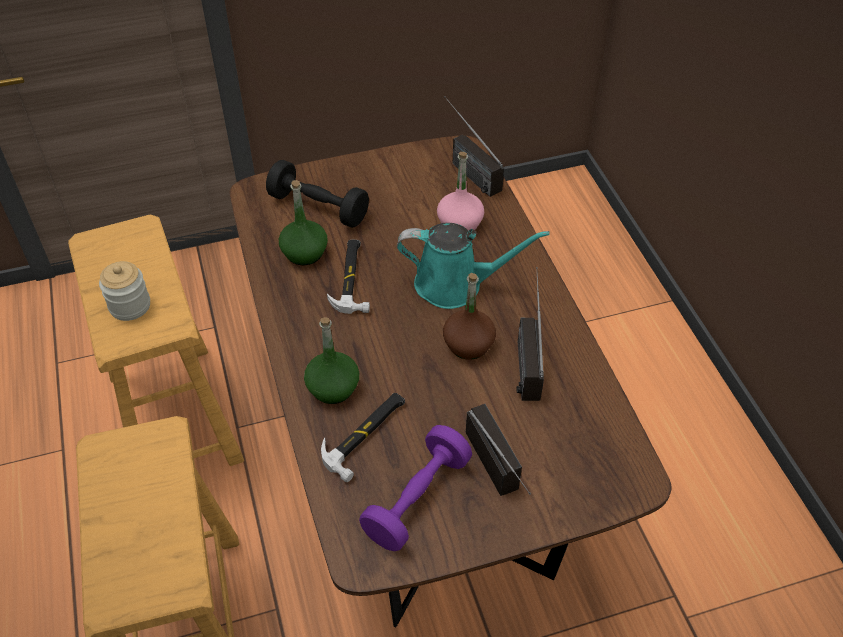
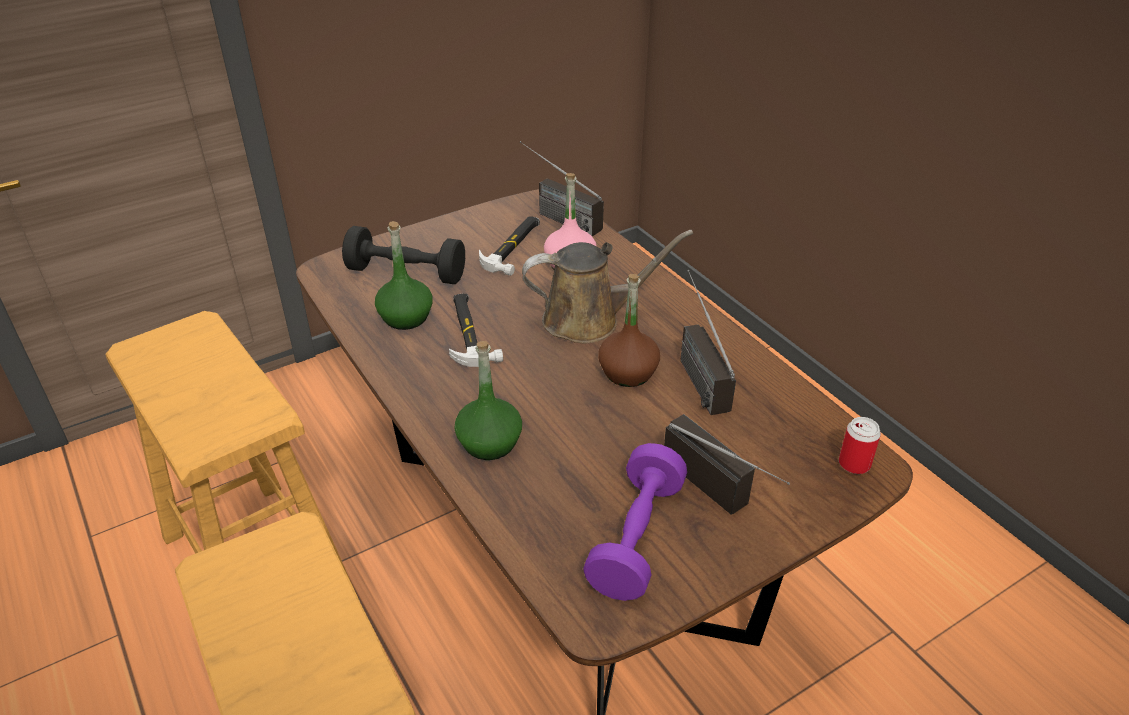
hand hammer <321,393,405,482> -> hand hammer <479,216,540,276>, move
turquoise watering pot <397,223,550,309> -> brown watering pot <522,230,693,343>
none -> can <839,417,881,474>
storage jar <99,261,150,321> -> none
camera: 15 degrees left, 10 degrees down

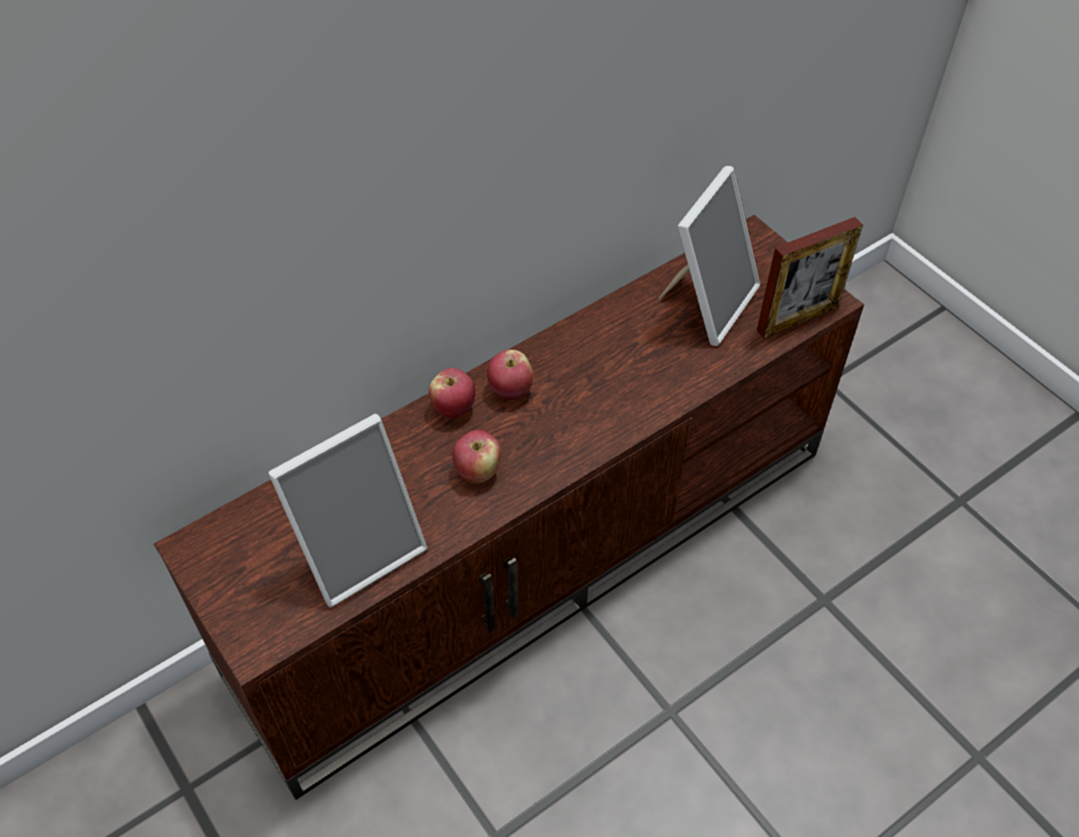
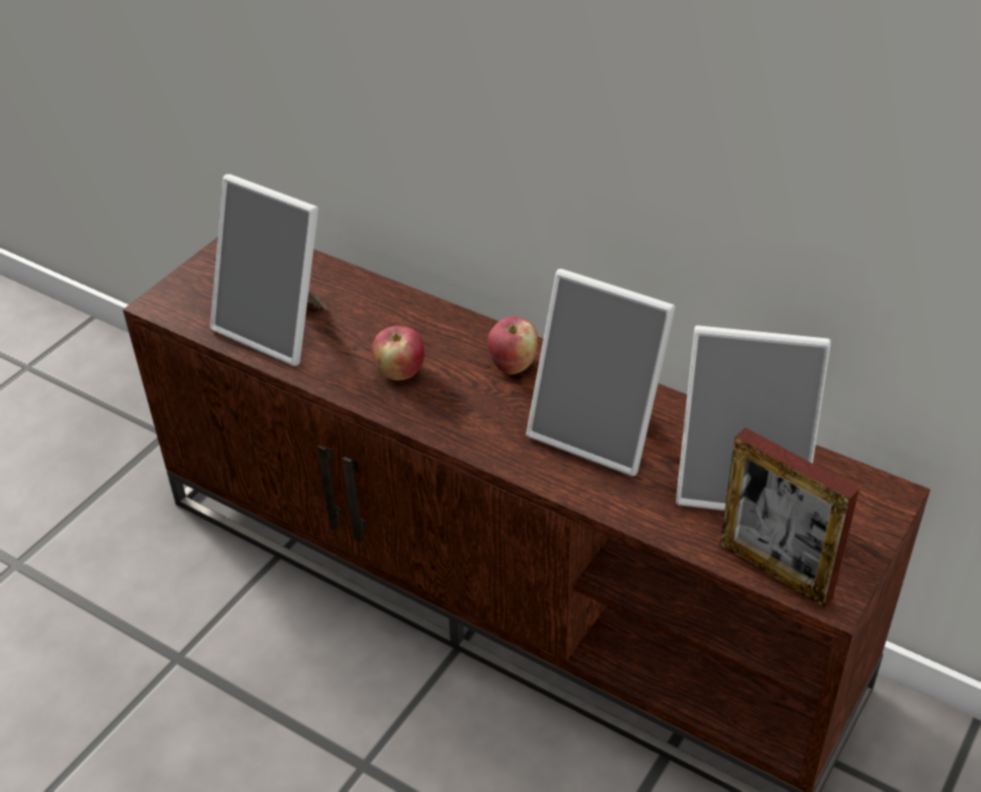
none -> picture frame <526,269,675,476>
whole apple <429,368,476,419> -> none
camera: 70 degrees right, 10 degrees down

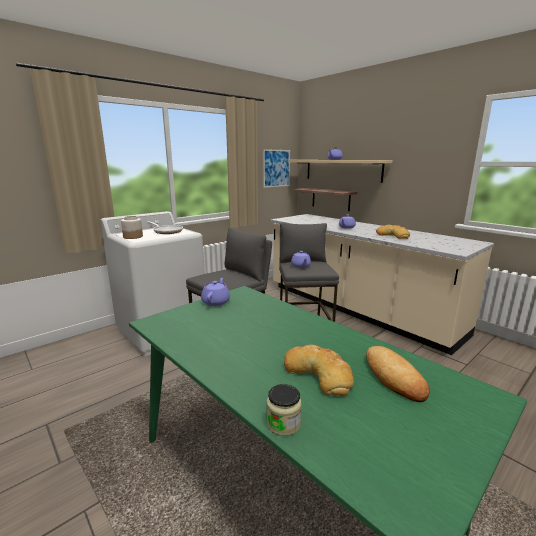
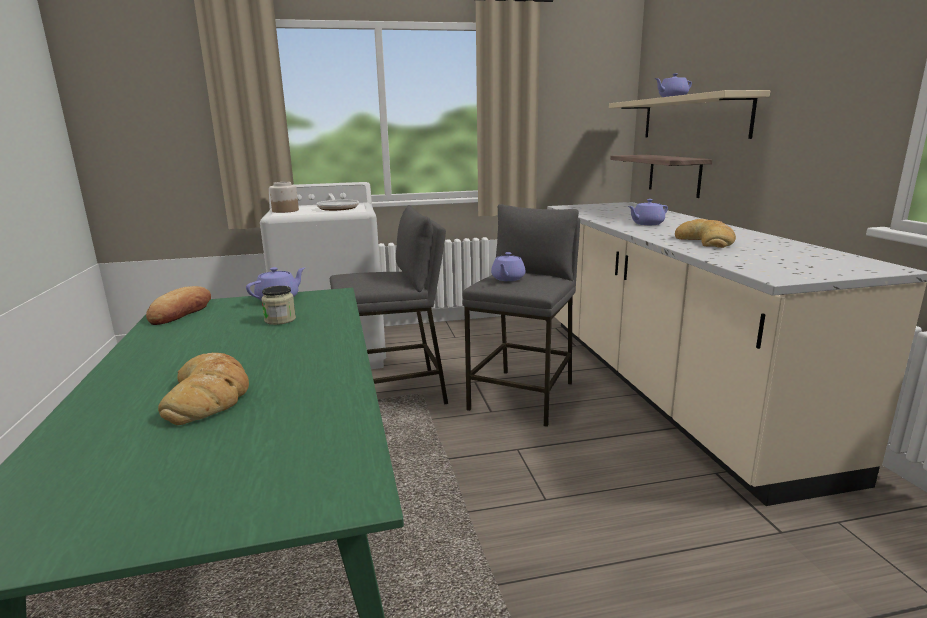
baked bread <366,346,430,402> -> baked bread <146,286,211,325>, move
storage jar <267,384,301,436> -> storage jar <261,286,296,325>, move
picture <263,149,290,188> -> none
camera: 30 degrees right, 0 degrees up

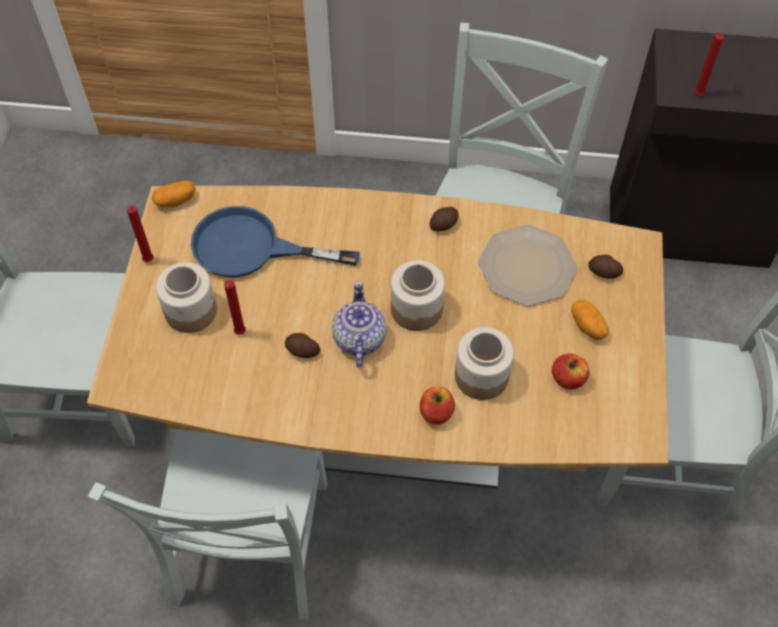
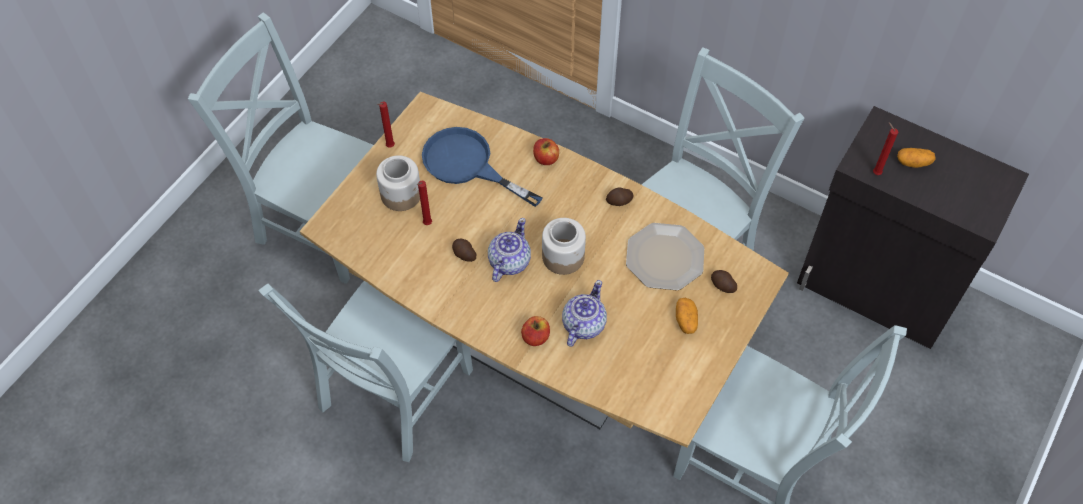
whole apple <552,353,589,390> -> whole apple <533,138,559,165>, move
storage jar <455,327,514,400> -> pot for tea <562,280,607,347>
whole potato <152,181,196,207> -> whole potato <897,148,935,168>, move
camera: 25 degrees right, 0 degrees up

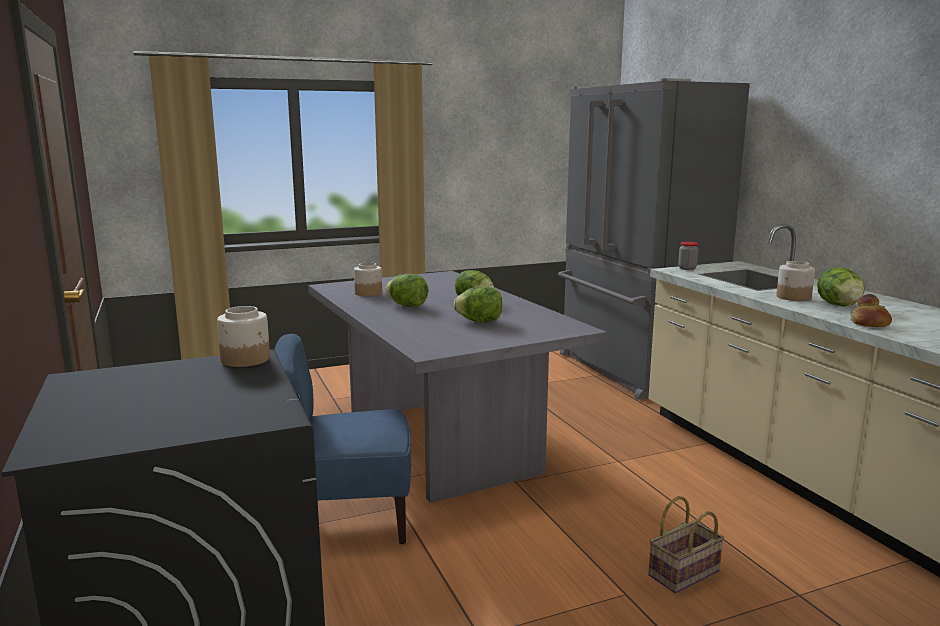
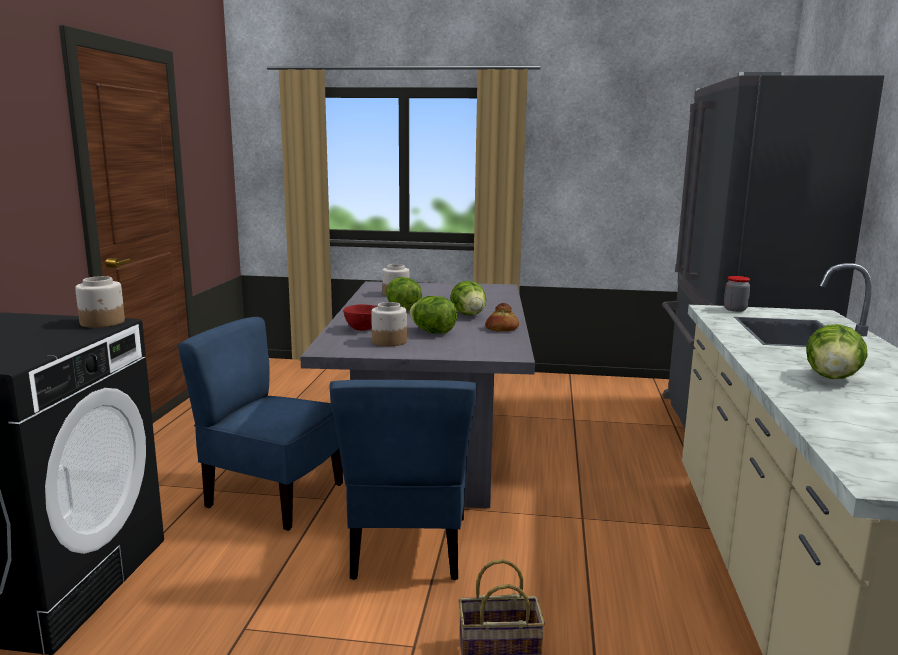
none -> blue-coloured upright chair <329,380,477,580>
none -> red bowl <343,304,378,331>
storage jar <776,261,815,301> -> storage jar <371,302,407,346>, move
baked bread <851,294,892,327> -> baked bread <485,303,519,332>, move
camera: 30 degrees right, 0 degrees up

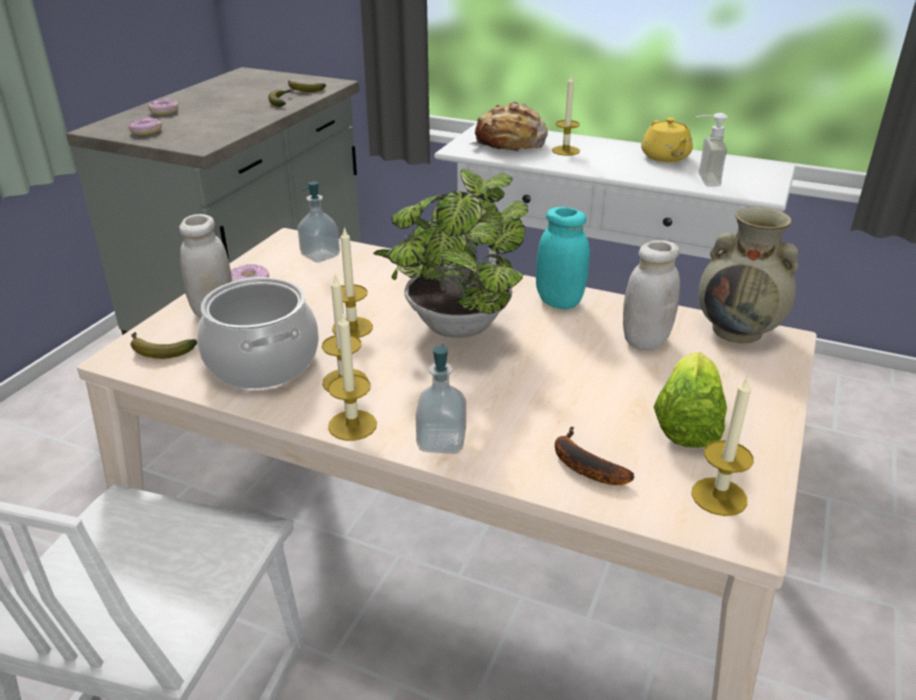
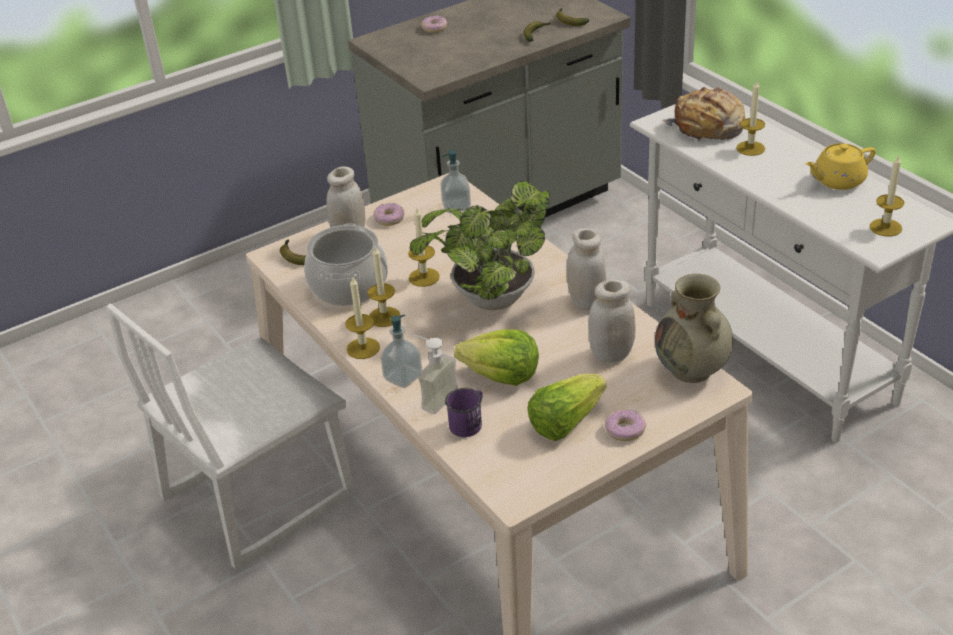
soap dispenser <696,113,728,187> -> soap dispenser <412,335,458,414>, move
whole banana <555,426,634,485> -> purple tea mug <445,388,483,437>
none -> lettuce <454,329,539,386>
turquoise storage jar <536,207,590,309> -> white-coloured storage jar <567,228,606,310>
ring doughnut <128,117,162,135> -> ring doughnut <605,410,646,441>, move
yellow pot for tea <641,117,693,162> -> yellow pot for tea <805,143,876,190>, 45 degrees clockwise
wax candle <691,375,754,516> -> wax candle <870,154,904,237>, move
camera: 35 degrees right, 5 degrees up

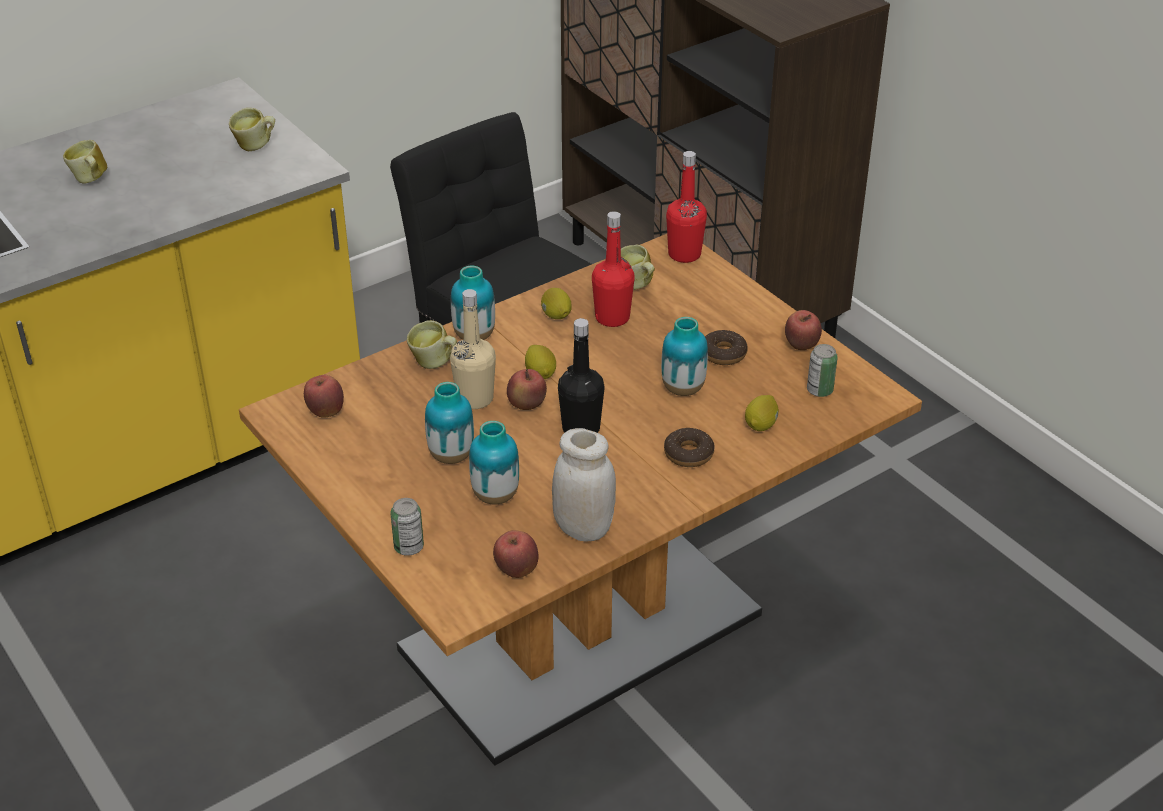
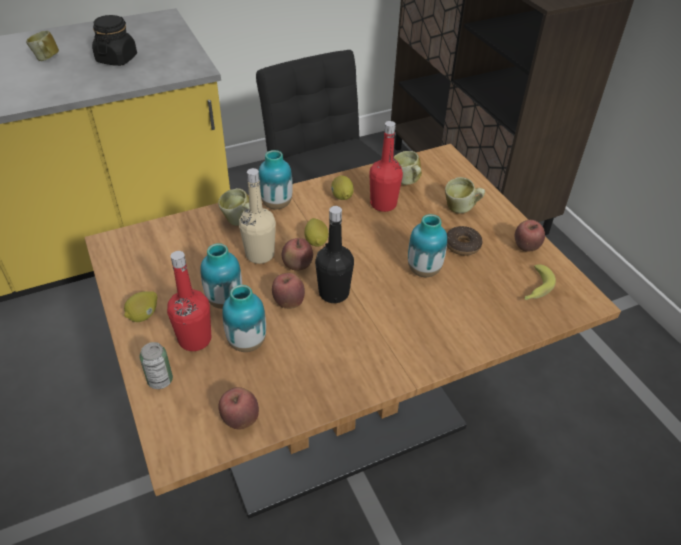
none -> black-coloured storage jar <92,15,137,66>
lemon <745,395,779,431> -> lemon <124,291,157,322>, move
red bottle <666,151,707,263> -> red bottle <167,251,211,351>, move
whole apple <304,375,344,418> -> whole apple <272,273,305,309>, move
tea mug <229,108,275,151> -> tea mug <445,177,485,213>, move
can <807,344,838,397> -> whole banana <525,264,556,300>
white-coloured storage jar <552,428,616,542> -> none
ring doughnut <664,428,715,467> -> none
camera: 10 degrees right, 5 degrees up

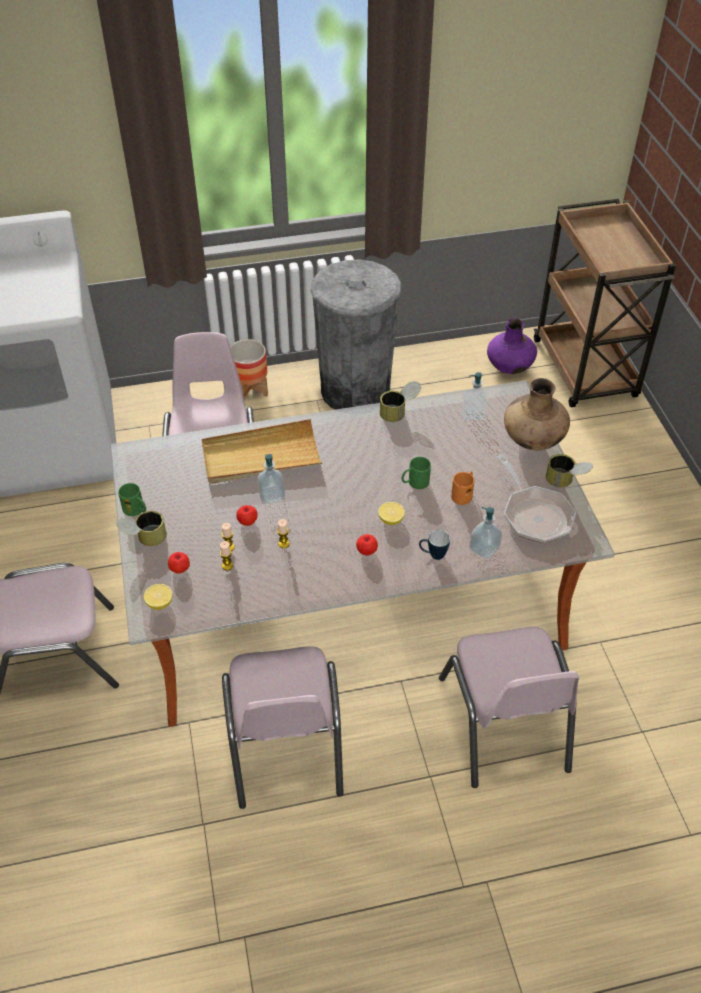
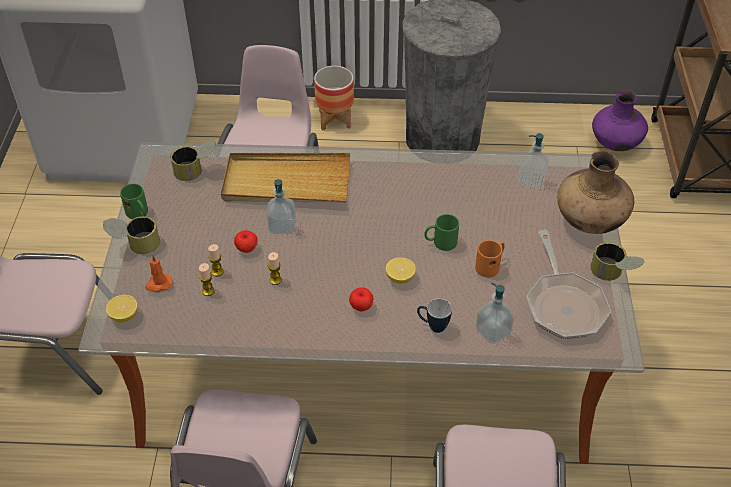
whole apple <168,552,190,573> -> orangey wax candle <145,254,173,292>
can <380,381,421,422> -> can <170,140,216,181>, move
camera: 15 degrees right, 0 degrees up

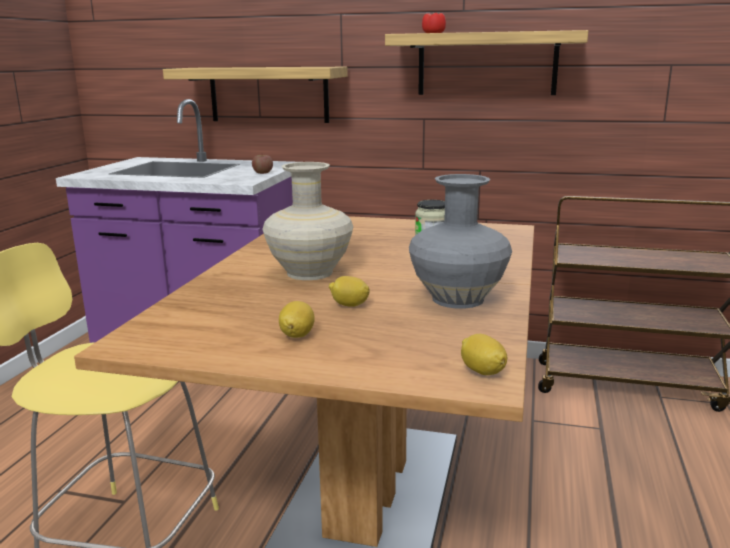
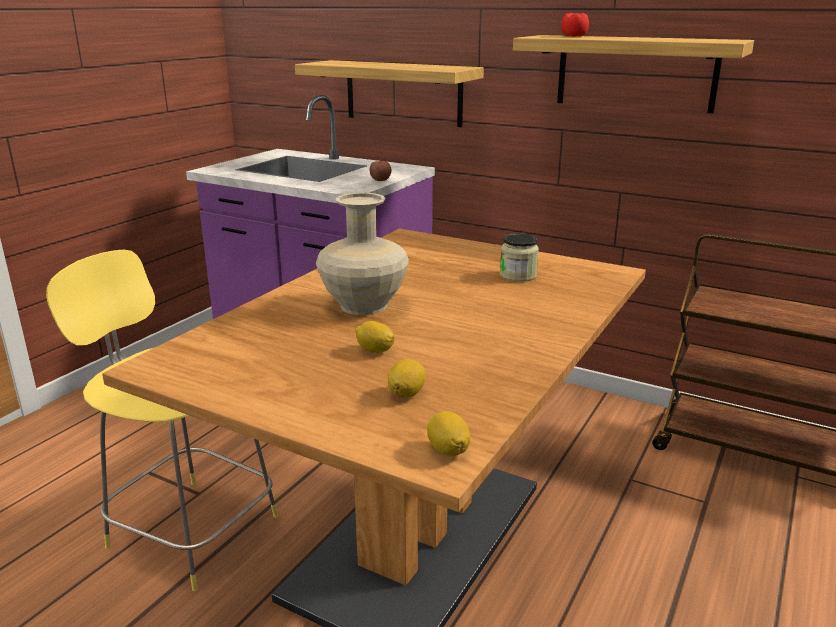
lemon <279,301,315,338> -> lemon <388,359,426,397>, move
grey flower vase <409,174,512,309> -> none
camera: 15 degrees right, 5 degrees up

